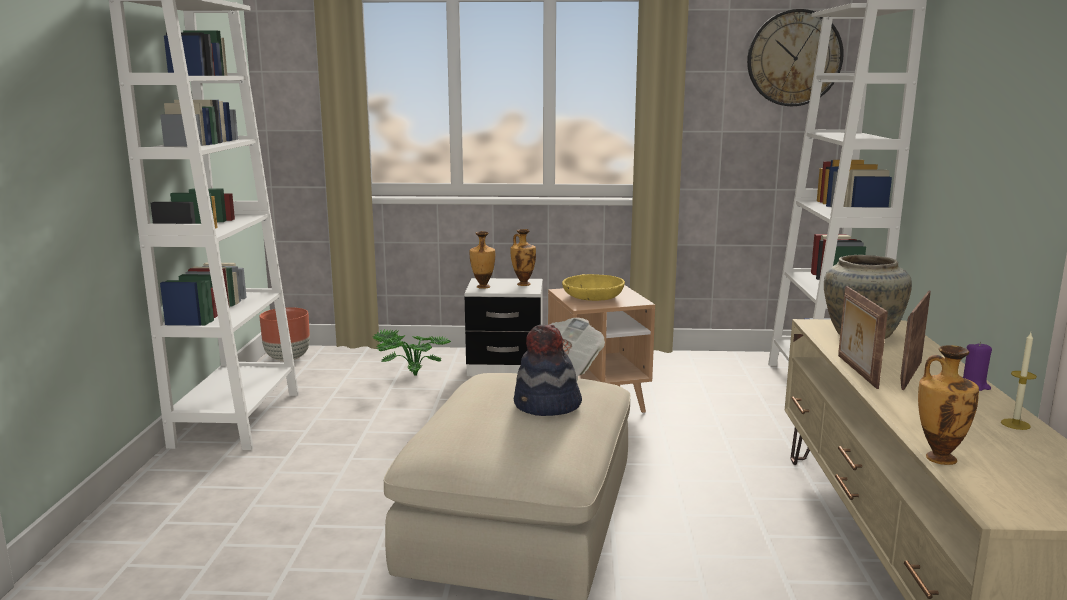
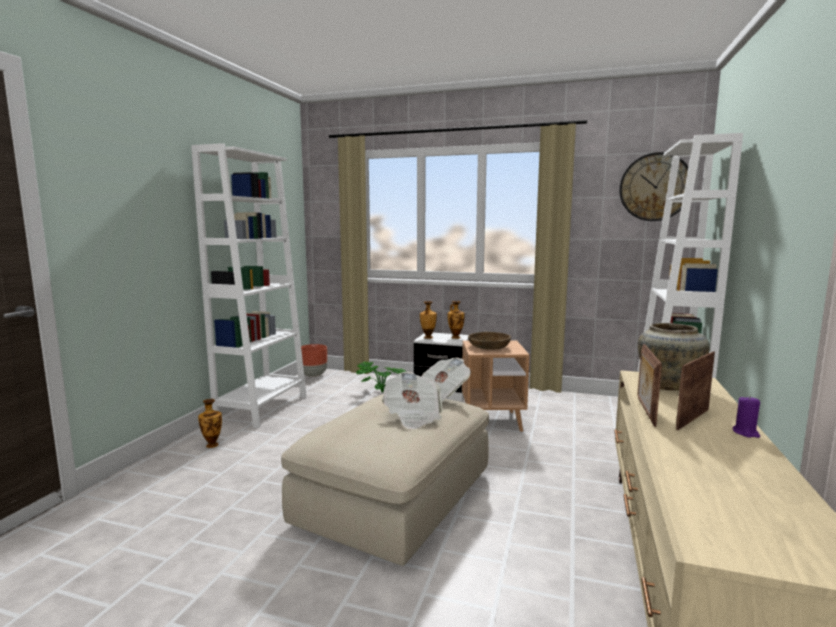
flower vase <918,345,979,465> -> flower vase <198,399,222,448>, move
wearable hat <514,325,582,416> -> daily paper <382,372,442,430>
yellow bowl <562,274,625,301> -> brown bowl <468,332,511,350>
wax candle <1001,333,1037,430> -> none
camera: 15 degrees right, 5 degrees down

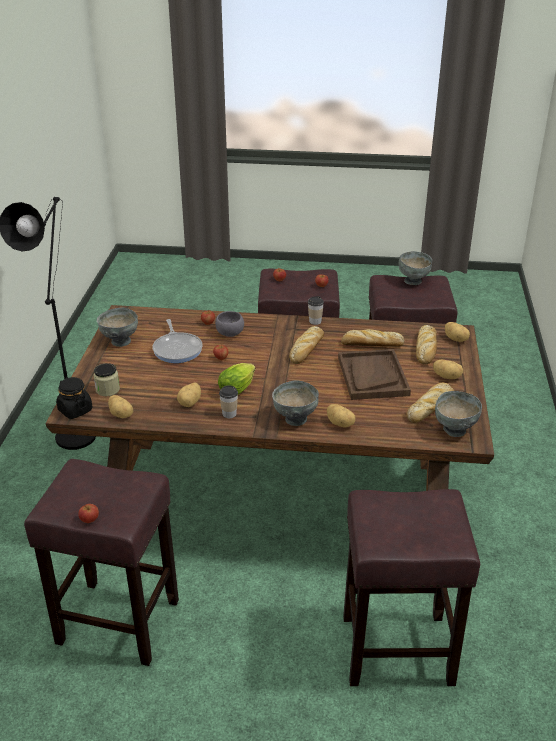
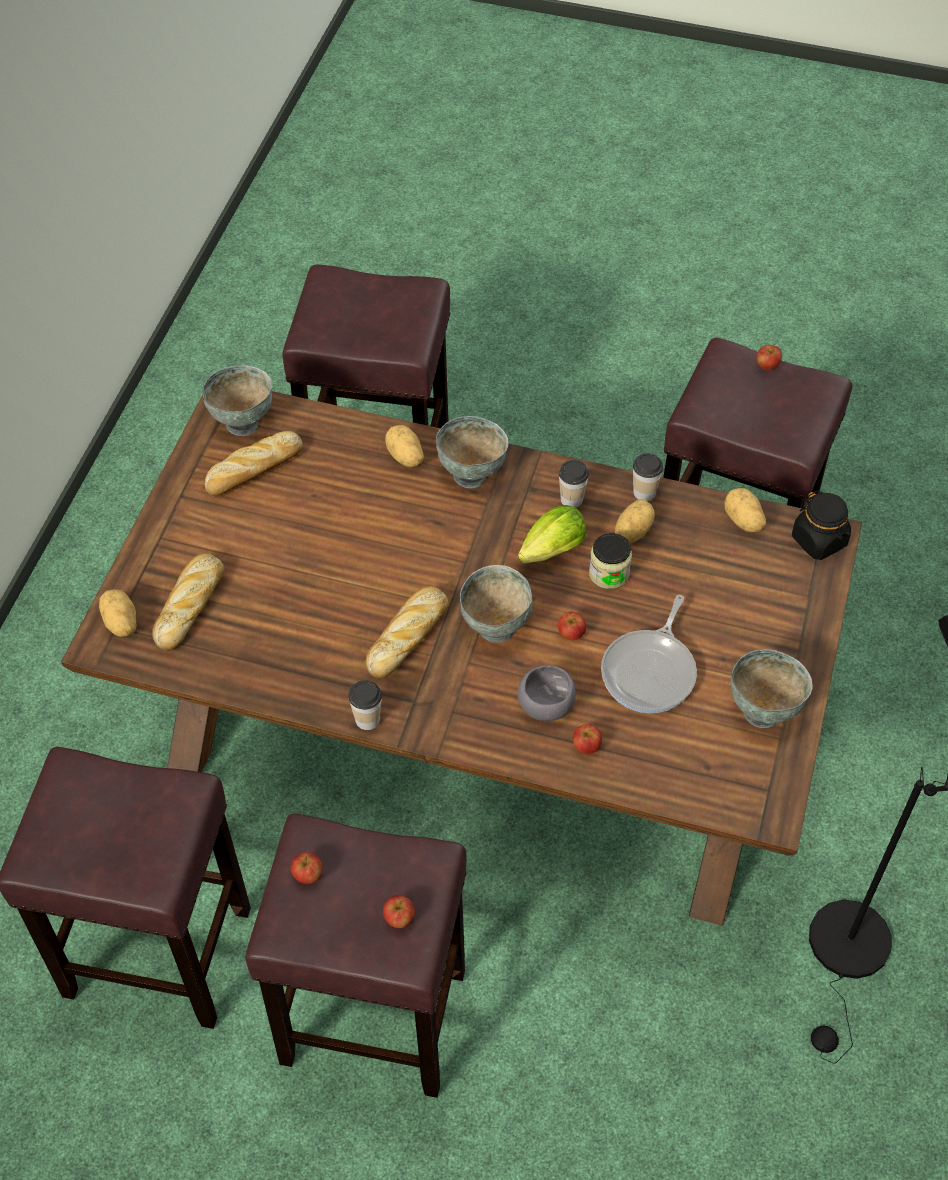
grey bowl <398,251,432,285> -> grey bowl <460,565,533,643>, move
storage jar <94,363,120,396> -> storage jar <589,533,632,589>, move
pan <152,319,203,363> -> pan <601,595,697,713>, 150 degrees counterclockwise
none -> drinking cup <633,453,663,501>
brown tray <338,349,411,400> -> none
baked bread <341,329,404,347> -> none
whole potato <433,360,463,379> -> none
camera: 170 degrees left, 20 degrees up

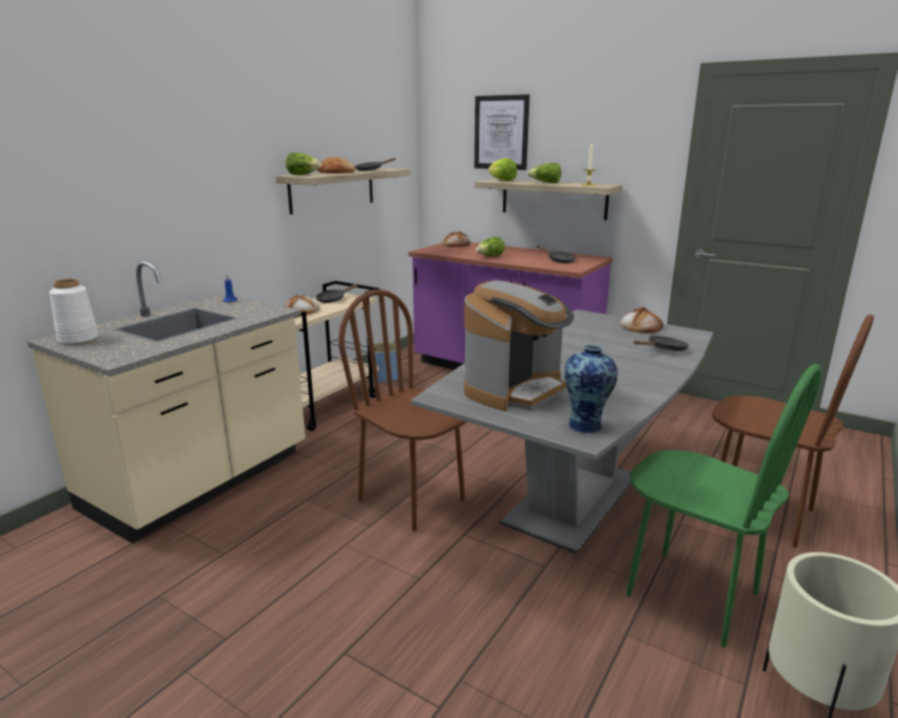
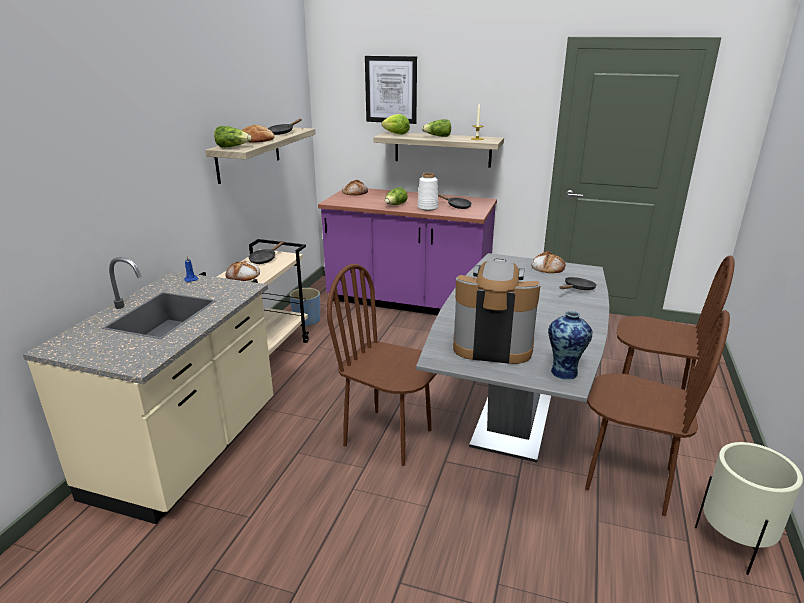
white-coloured flower vase <49,279,99,345> -> white-coloured flower vase <418,173,438,211>, move
coffee machine <464,280,574,411> -> coffee machine <453,259,541,364>, 105 degrees counterclockwise
green-coloured upright chair <626,364,822,648> -> brown upright chair <585,310,730,516>
camera: 15 degrees left, 5 degrees up

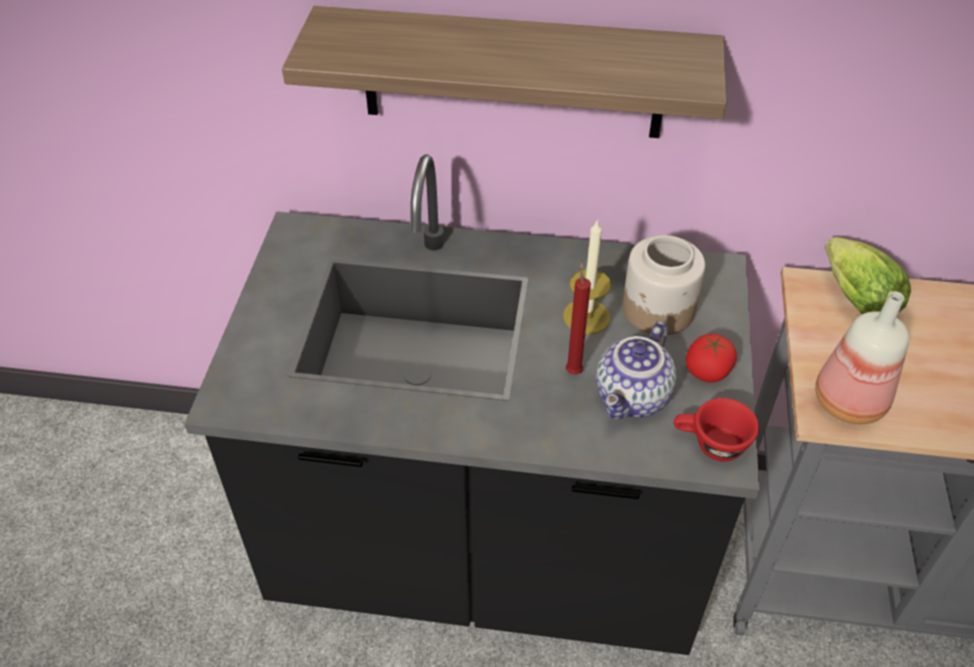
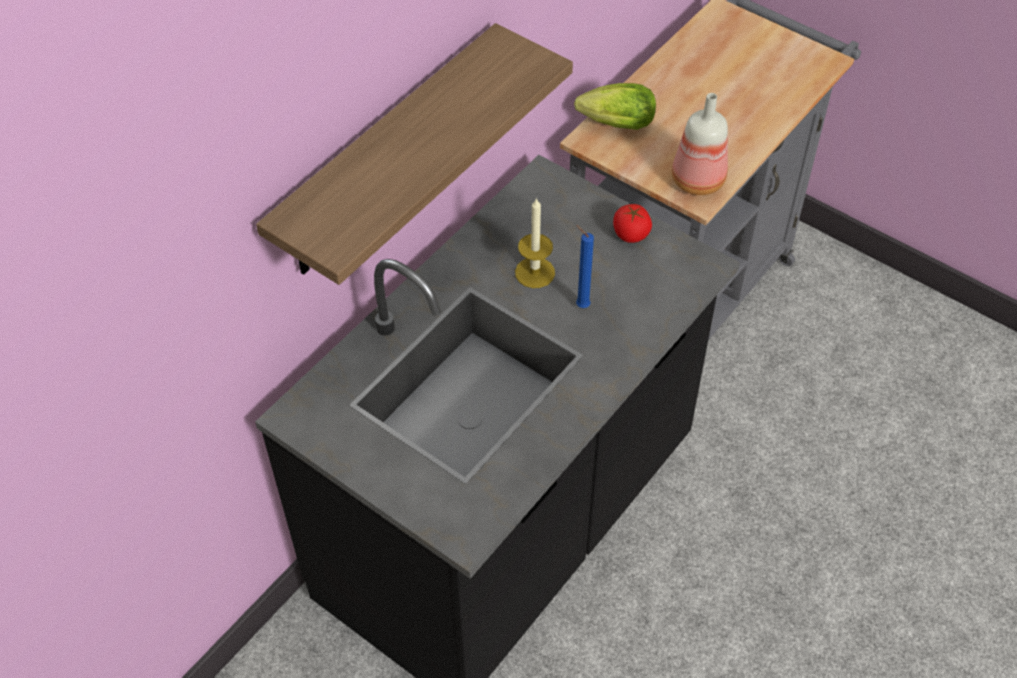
red wax candle <566,261,591,375> -> blue-coloured wax candle <576,225,594,308>
pot for tea <596,321,676,419> -> none
storage jar <622,235,705,335> -> none
red drinking cup <674,398,759,461> -> none
camera: 60 degrees left, 5 degrees up

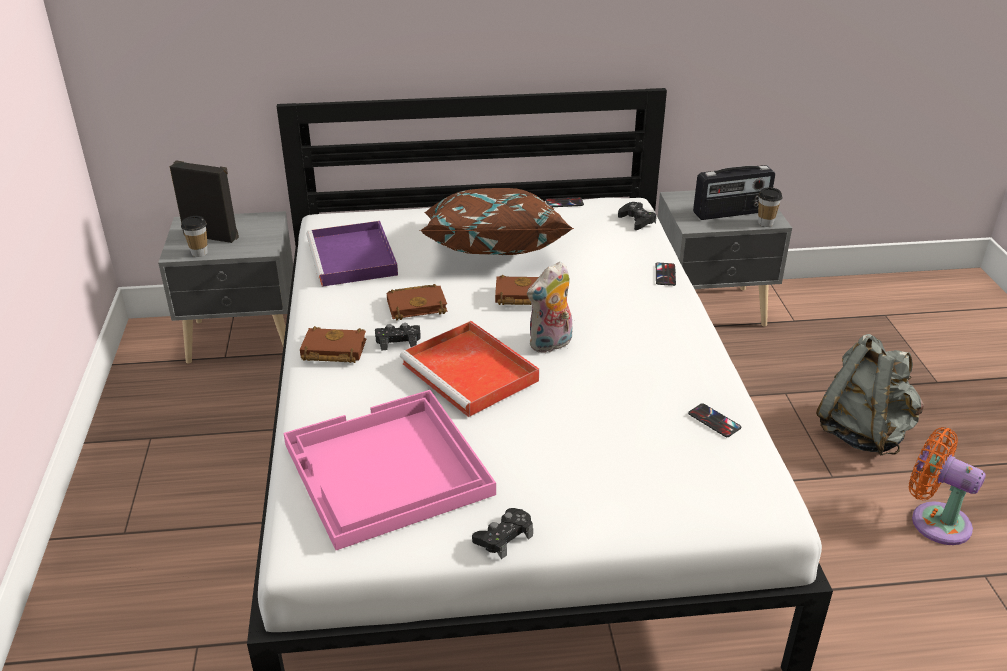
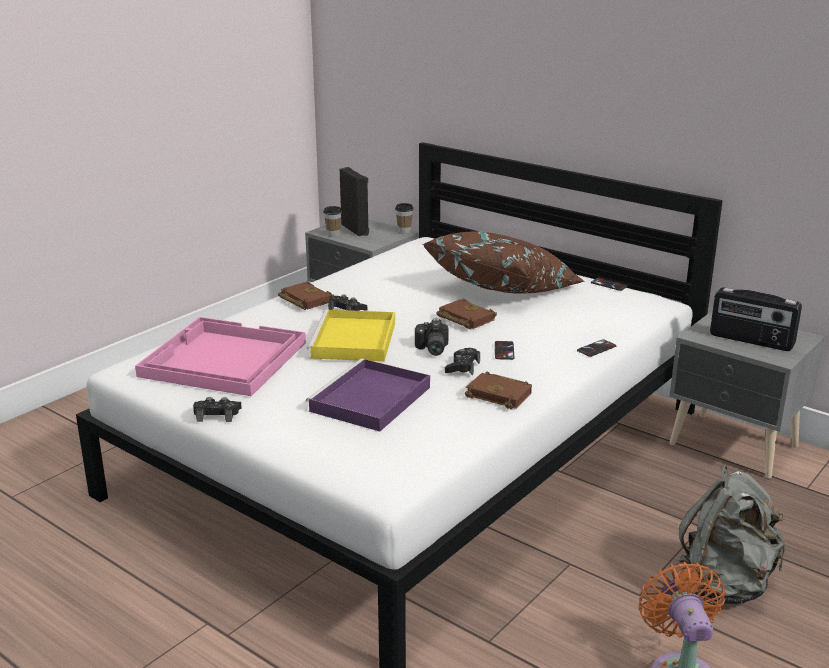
purple tray <306,221,398,287> -> purple tray <306,359,430,432>, move
red tray <400,321,539,417> -> yellow tray <307,309,395,362>
drinking cup <758,187,783,227> -> drinking cup <395,203,414,234>, move
plush toy <527,261,572,353> -> still camera <415,319,449,356>
black-coloured game controller <618,202,656,230> -> black-coloured game controller <445,348,480,375>, move
brown book <387,284,448,321> -> brown book <465,371,532,409>, move
phone <688,403,741,437> -> phone <495,341,514,360>, move
camera: 45 degrees right, 10 degrees down

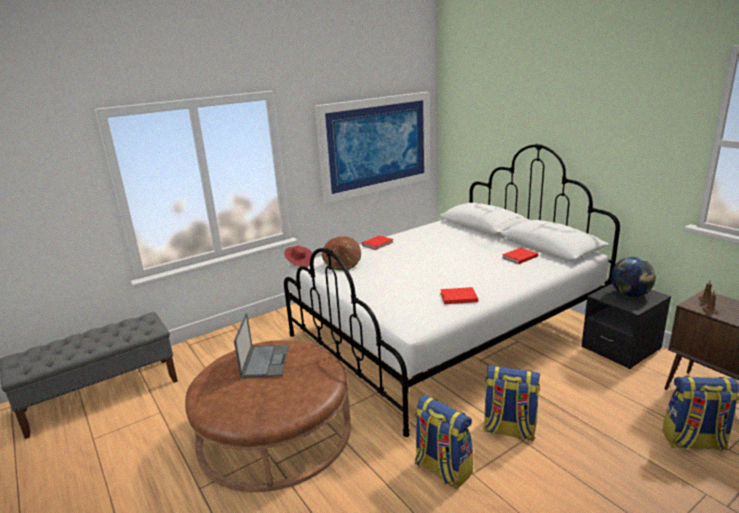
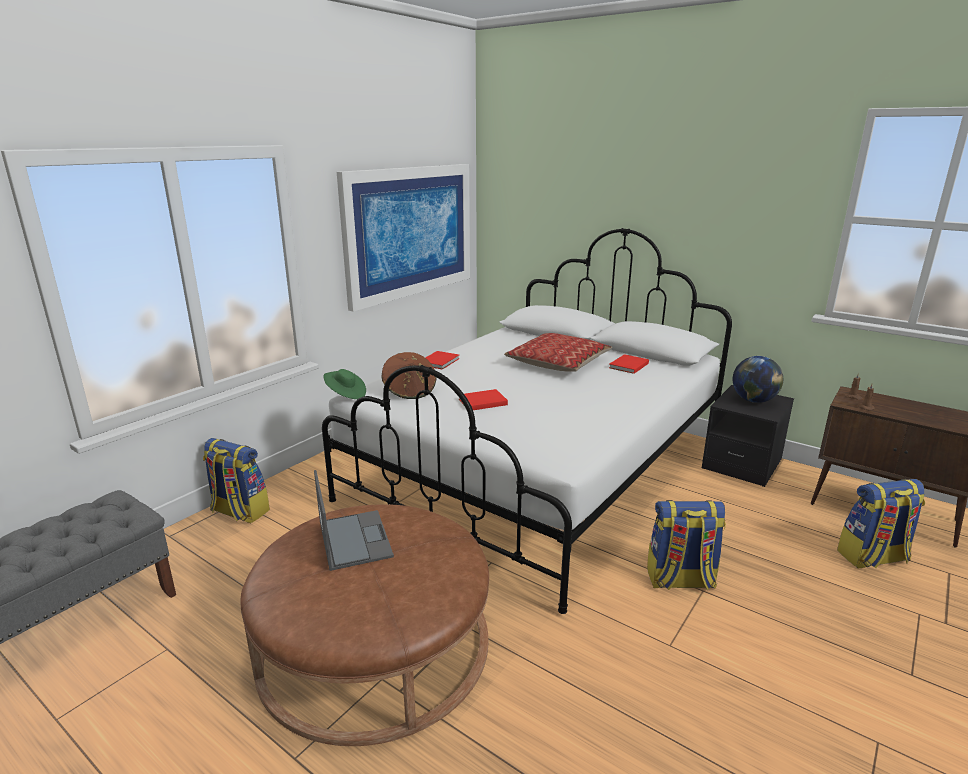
backpack <415,395,473,489> -> backpack <203,438,270,523>, move
red wearable hat <284,246,312,267> -> green-coloured wearable hat <323,369,366,399>
red book <440,287,478,304> -> red book <459,389,508,410>, move
none -> cushion <504,333,612,372>
camera: 20 degrees left, 0 degrees up

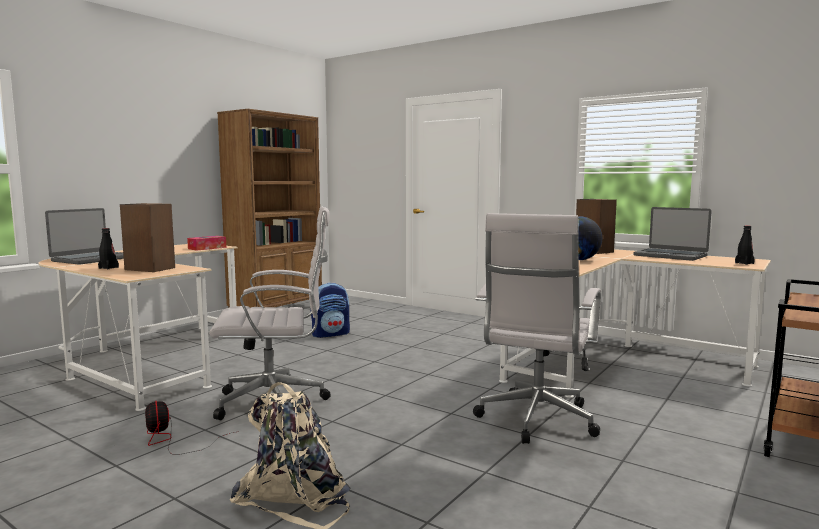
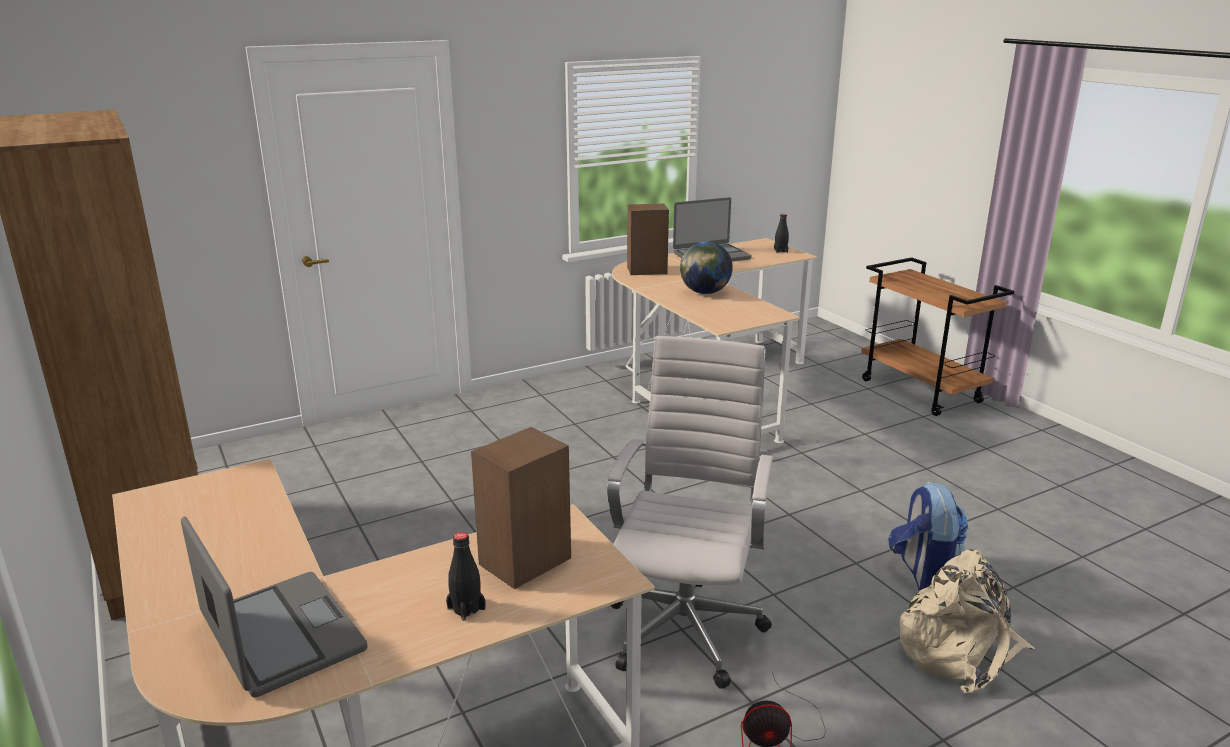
backpack <310,283,350,338> -> backpack <888,482,968,590>, move
box of tissues <187,236,226,251> -> none
white-coloured computer chair <473,213,601,444> -> none
camera: 65 degrees left, 15 degrees up

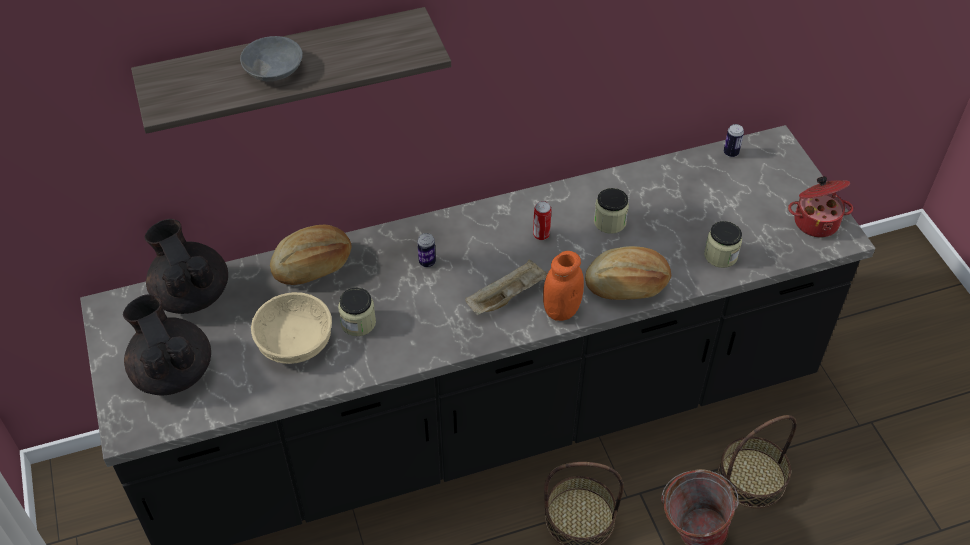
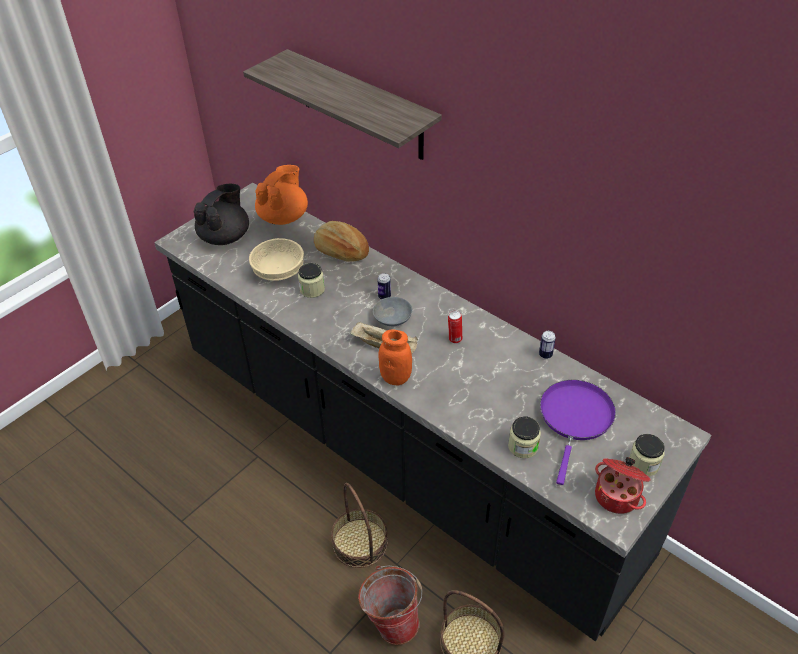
black-coloured pot for tea <144,219,228,314> -> orangey pot for tea <255,165,308,225>
grey bowl <240,36,303,81> -> grey bowl <373,297,412,326>, move
can <724,124,744,157> -> can <539,331,556,359>, move
none -> purple pan <540,380,616,485>
storage jar <594,188,629,234> -> storage jar <629,434,665,476>, move
baked bread <585,246,671,300> -> none
camera: 60 degrees right, 5 degrees down

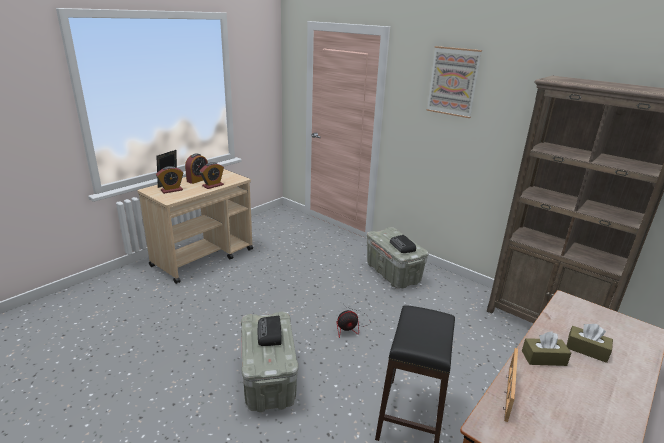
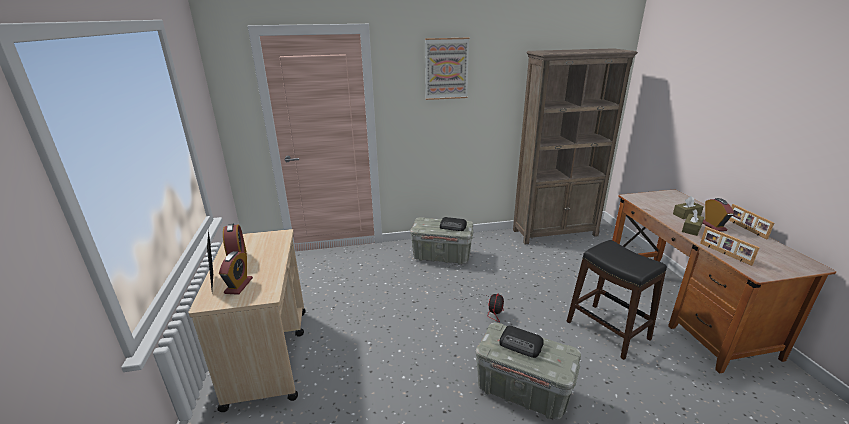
bedside clock <200,162,224,189> -> bedside clock <703,198,734,231>, move
none -> picture frame <729,204,774,240>
camera: 50 degrees left, 0 degrees up

